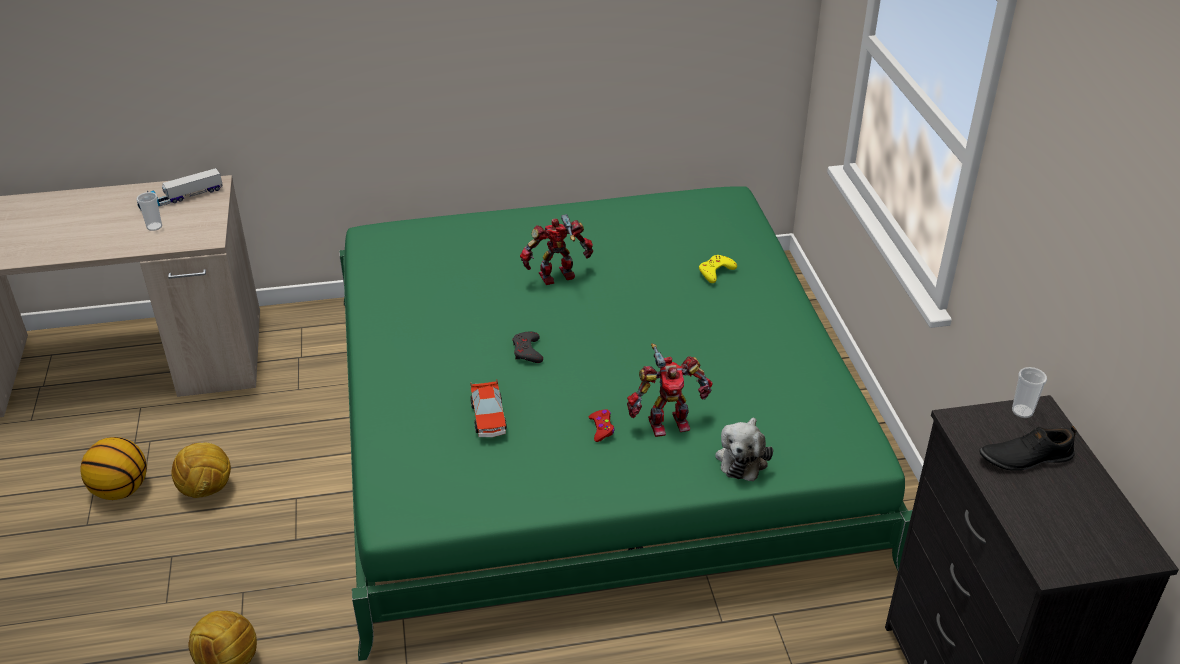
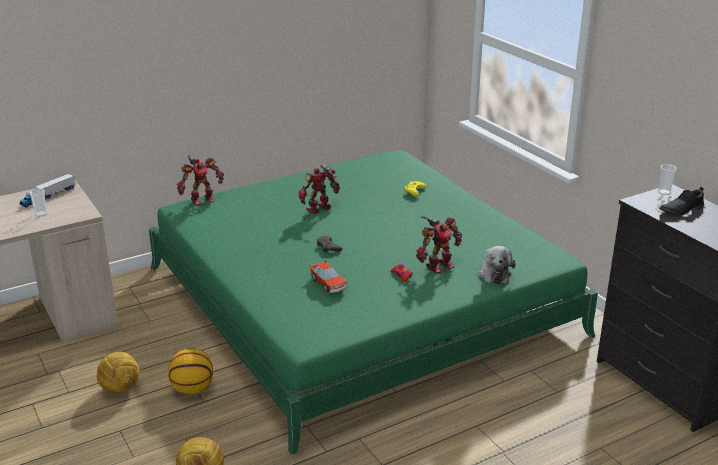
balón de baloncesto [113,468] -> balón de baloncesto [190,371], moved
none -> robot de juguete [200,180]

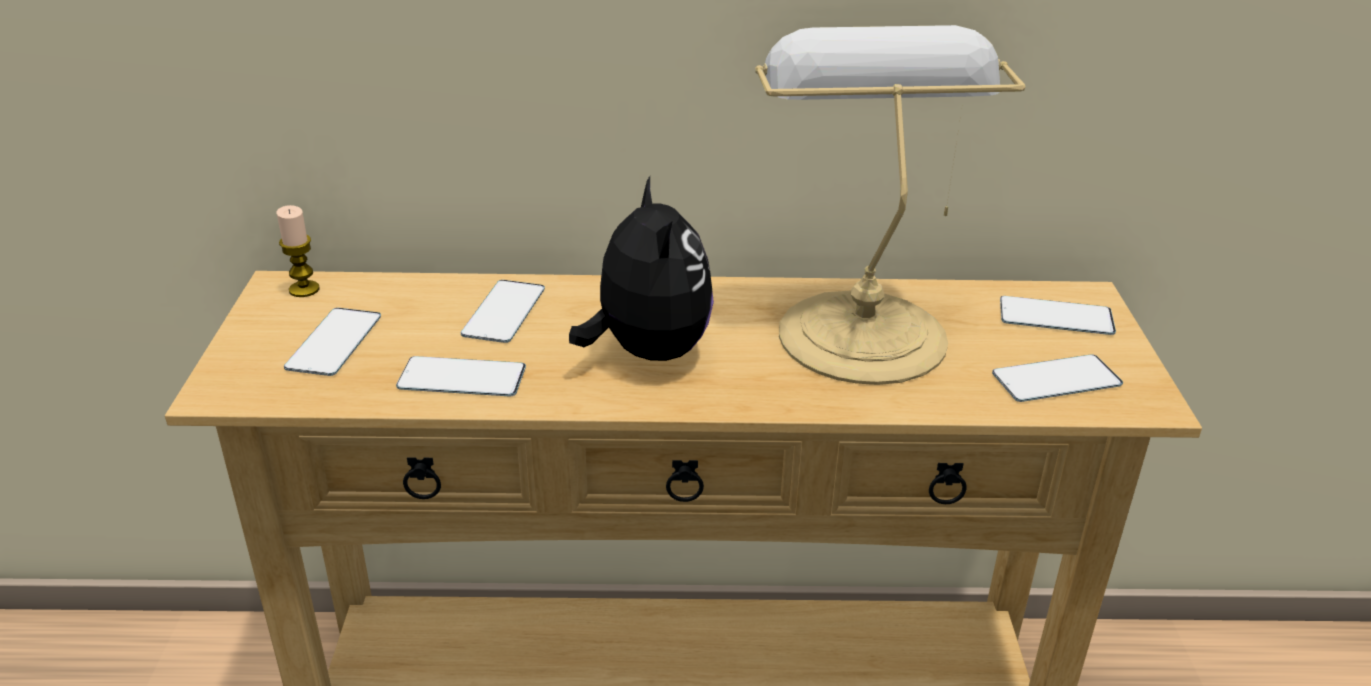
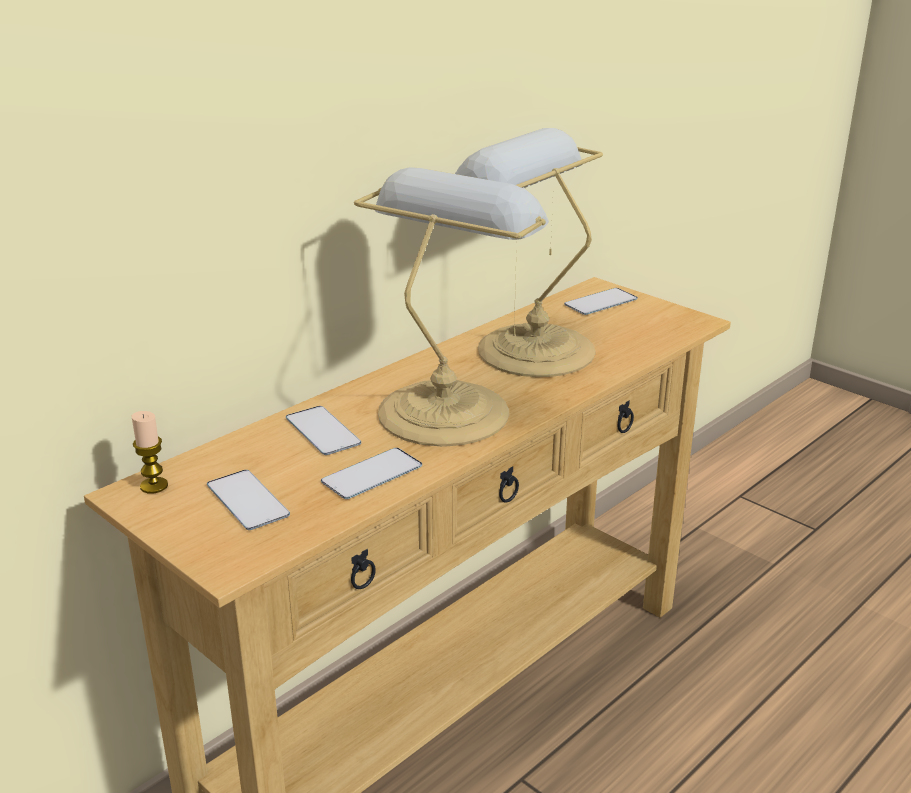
peluche [641,268] -> lámpara de mesa [451,307]
móvil [1057,378] -> none

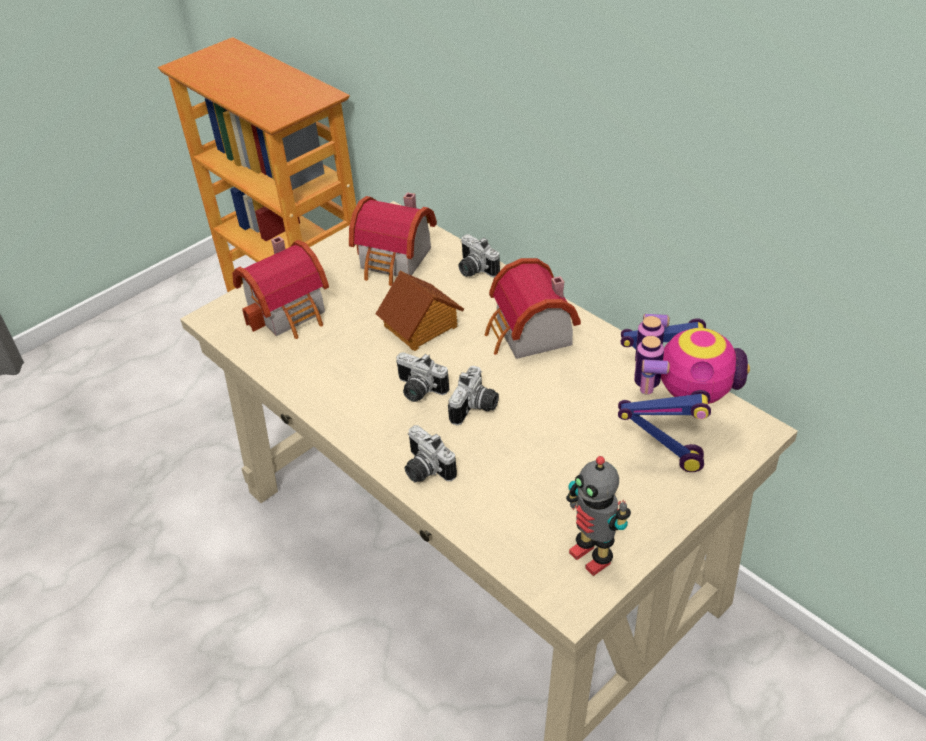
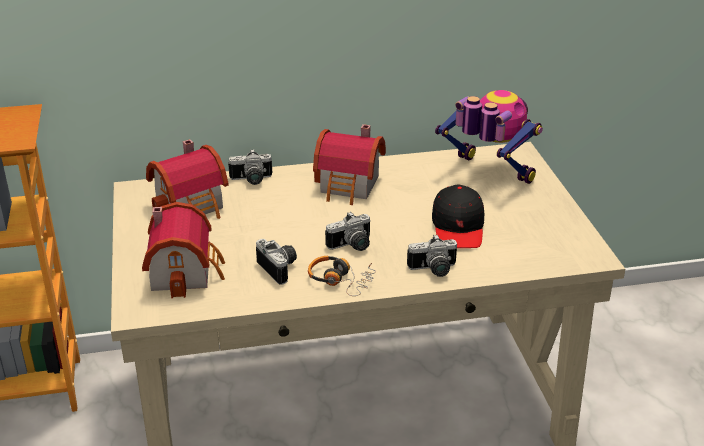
casita [420,311] -> none
cámara [473,395] -> cámara [276,262], moved
robot de juguete [598,516] -> none
none -> gorra [negro] [458,216]
none -> auriculares [342,276]

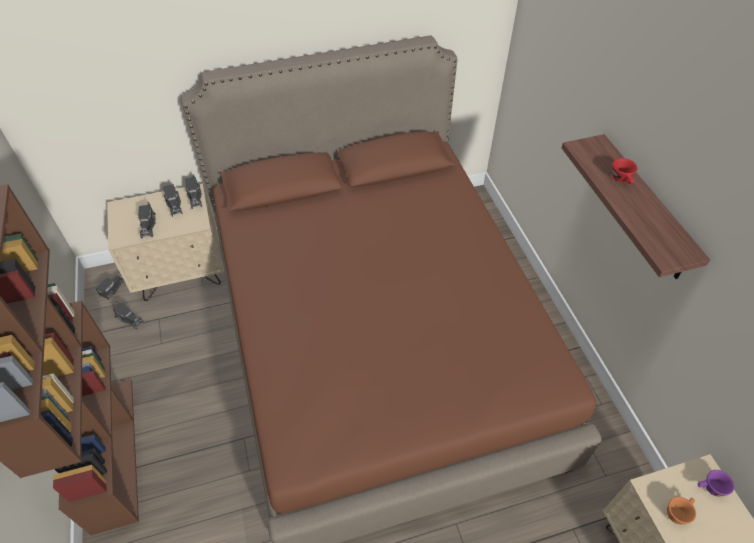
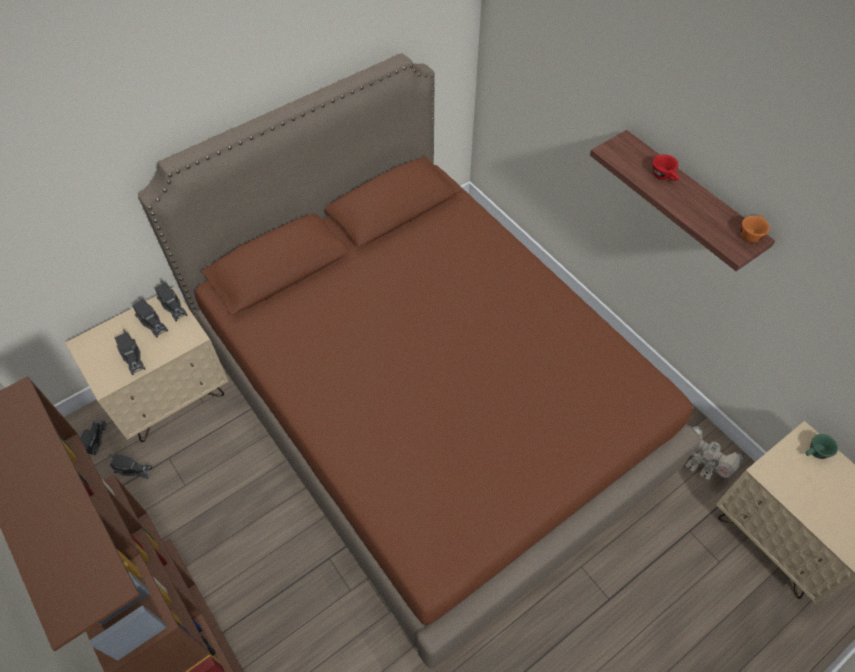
taza [morado] [716,483] -> taza [verde] [822,446]
taza [naranja] [681,510] -> taza [naranja] [755,229], moved
none -> robot de juguete [714,453]

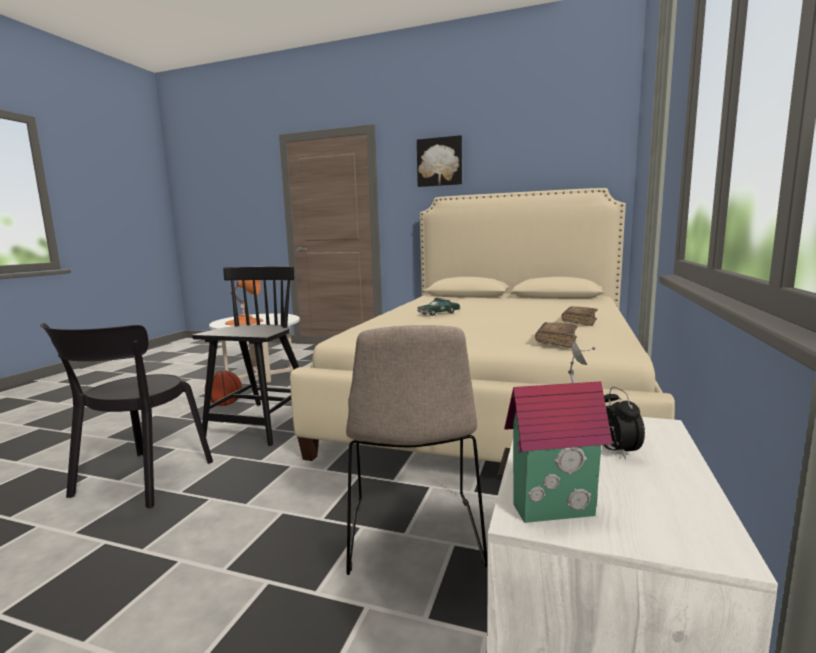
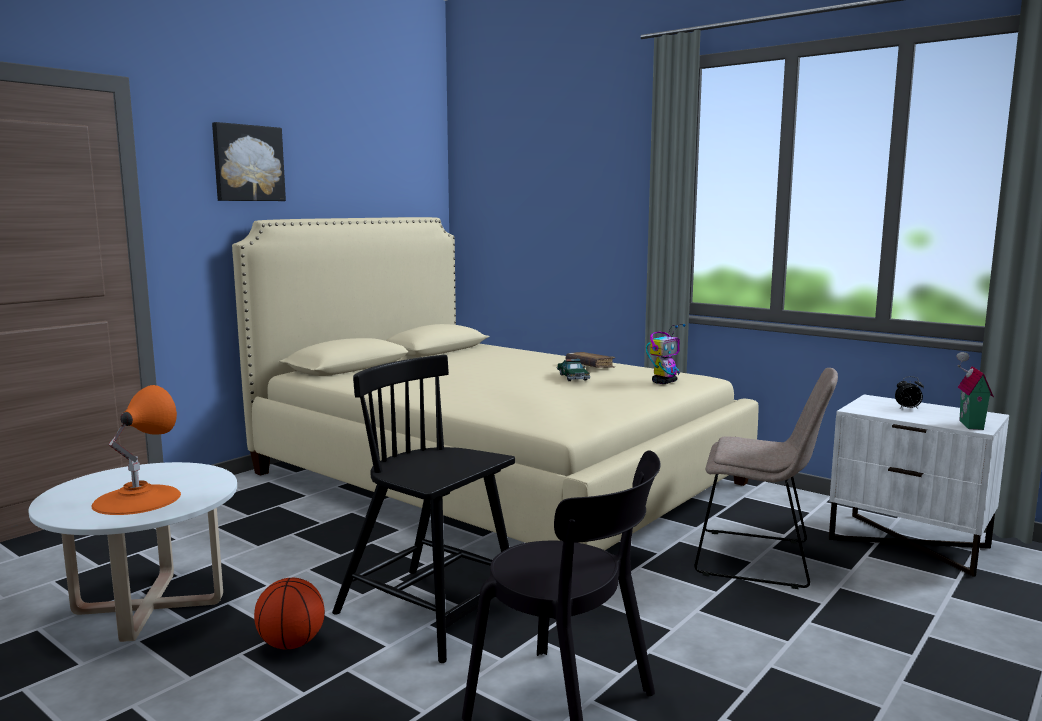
coche de juguete [439,307] -> coche de juguete [574,370], moved
libro [marrón] [556,335] -> robot de juguete [666,354]

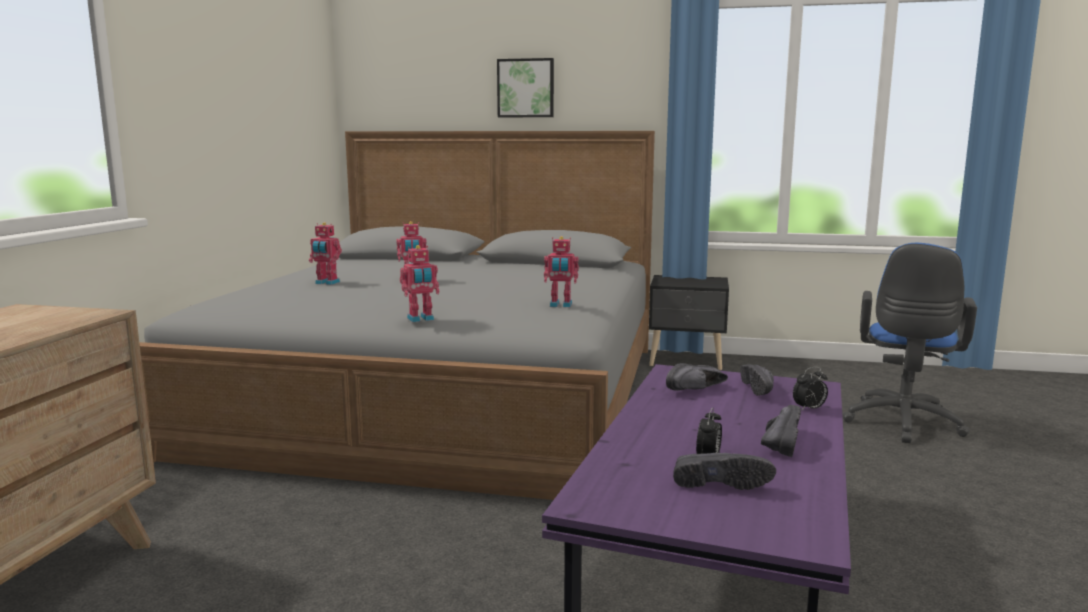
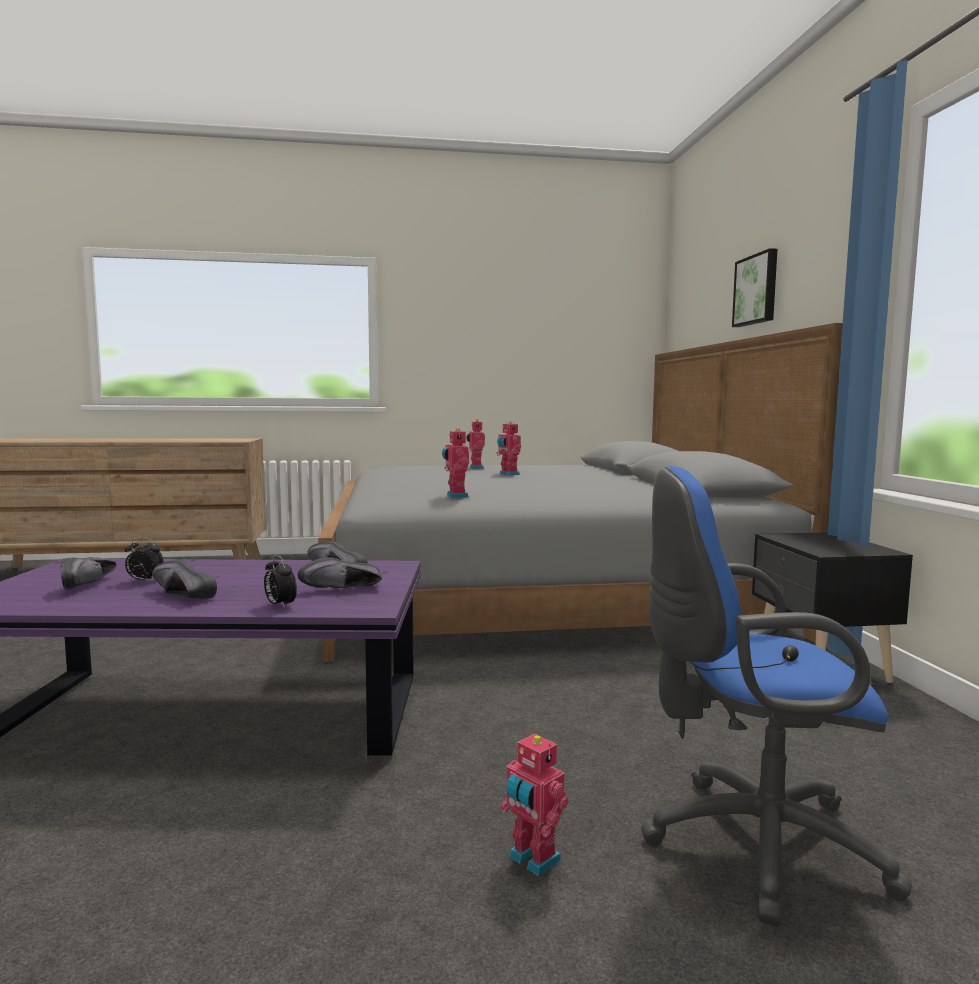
robot de juguete [419,283] -> robot de juguete [534,804], moved
zapato [negro] [781,431] -> zapato [negro] [184,579], 150 degrees counterclockwise

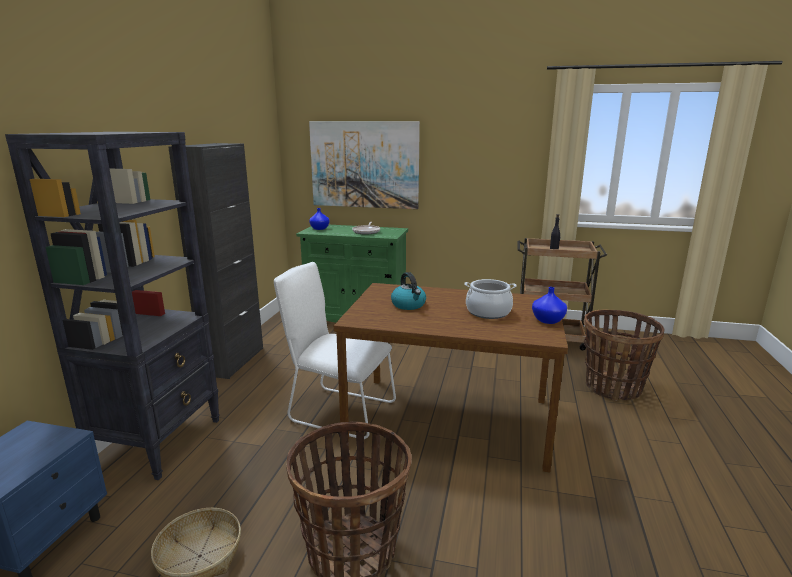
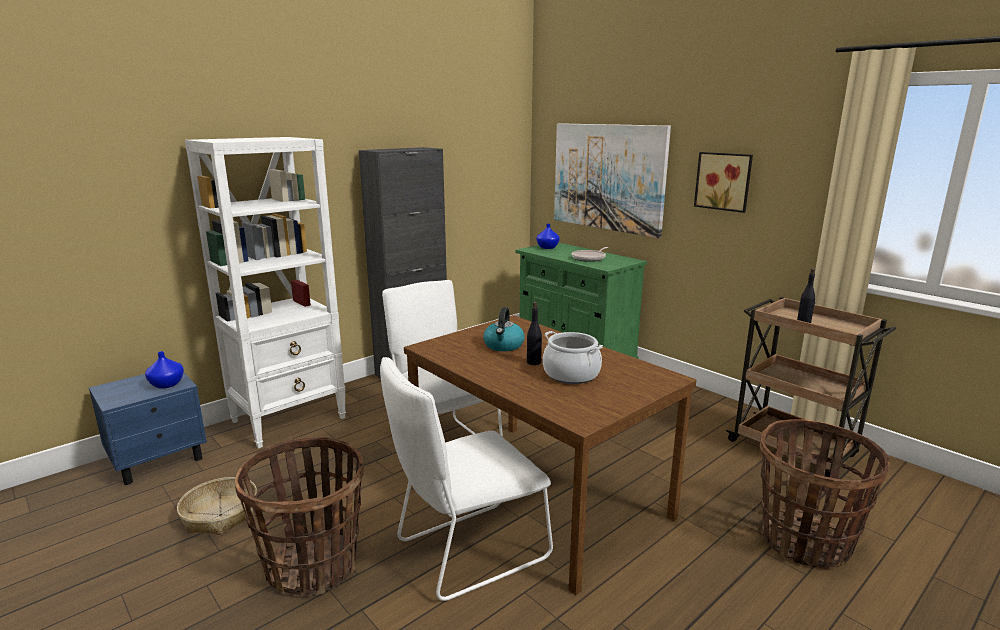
estantería [negro] [112,306] -> estantería [blanco] [265,292]
florero [azul] [549,305] -> florero [azul] [164,370], moved
none -> cuadro [723,182]
none -> botella [negro] [534,333]
none -> silla [blanco] [466,479]

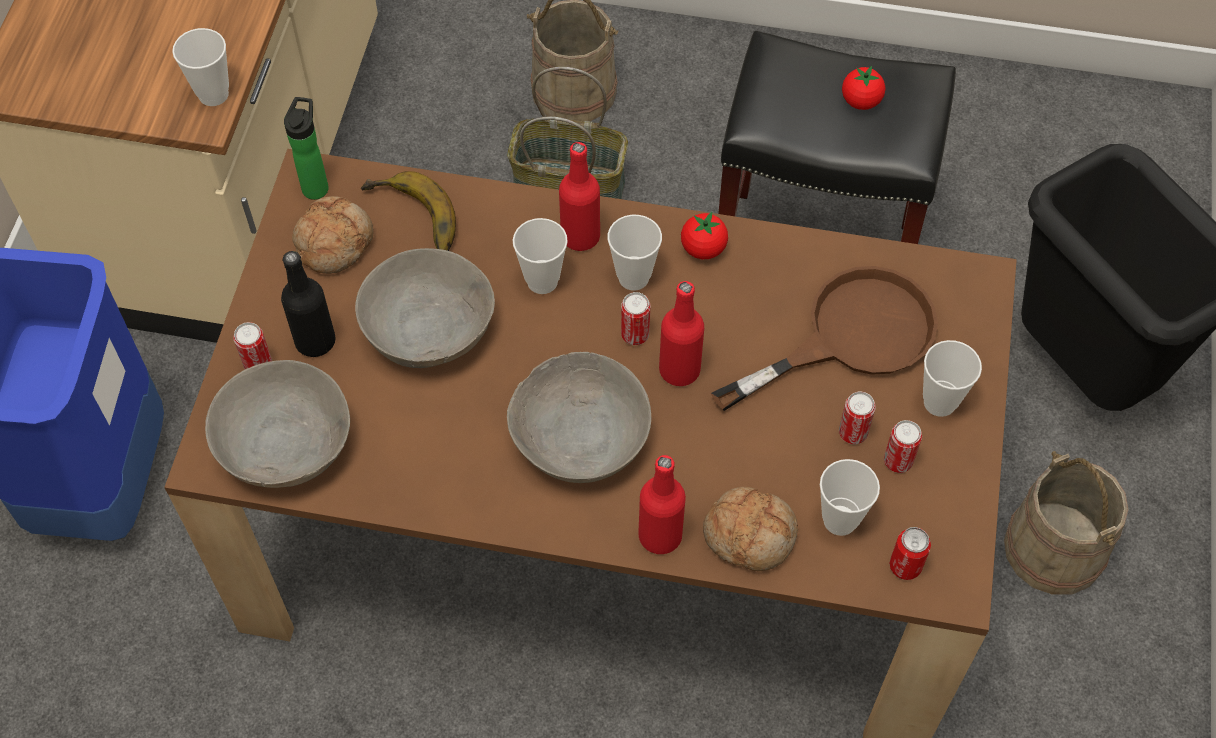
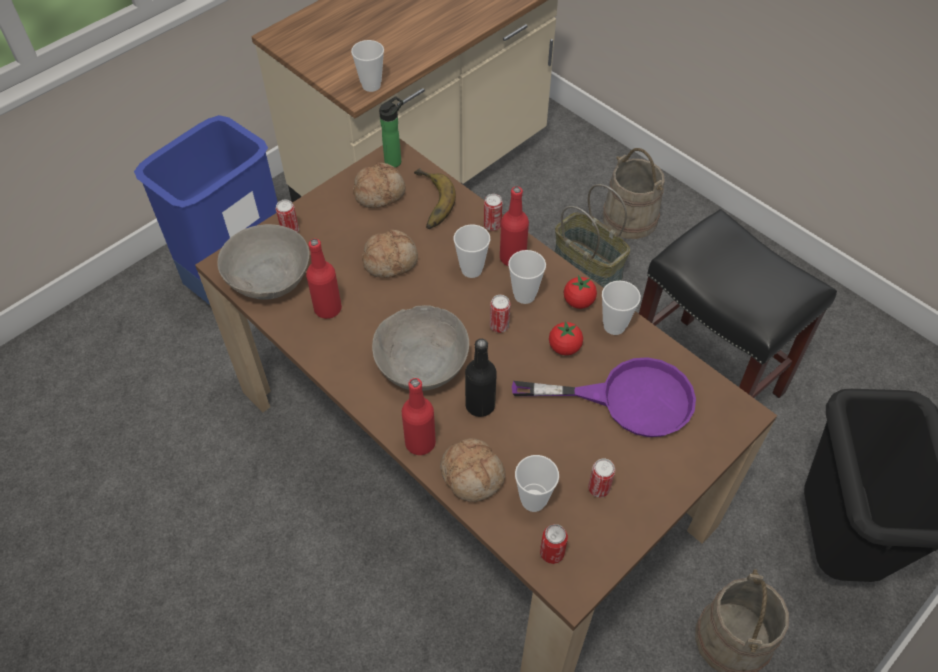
tomate [864,88] -> tomate [566,338], moved
cuenco [gris] [425,308] -> pan [390,254]
botella [negro] [308,304] -> botella [negro] [481,378], moved
sartén [marrón] [824,338] -> sartén [morado] [604,397]
botella [rojo] [681,333] -> botella [rojo] [324,279], moved
taza [952,378] -> taza [621,308], moved
lata [857,418] -> lata [493,212], moved

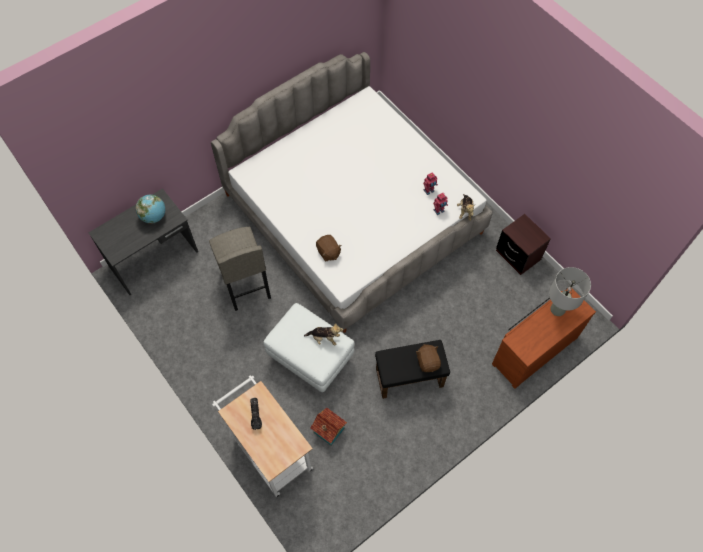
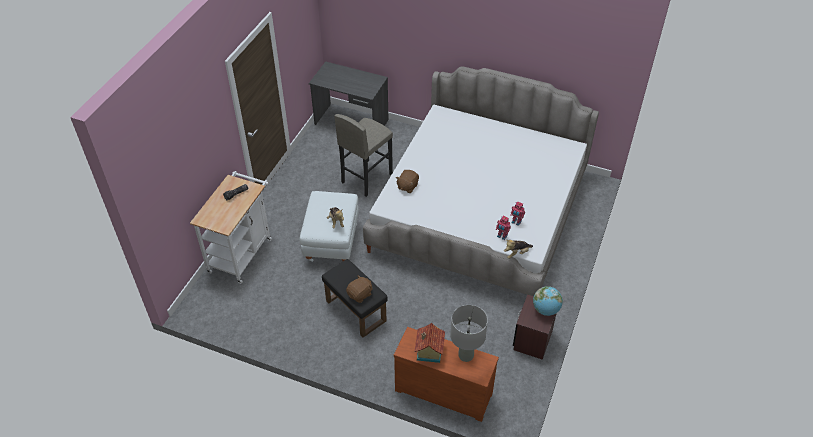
globo terráqueo [150,209] -> globo terráqueo [548,301], moved
casita [328,426] -> casita [430,343], moved

